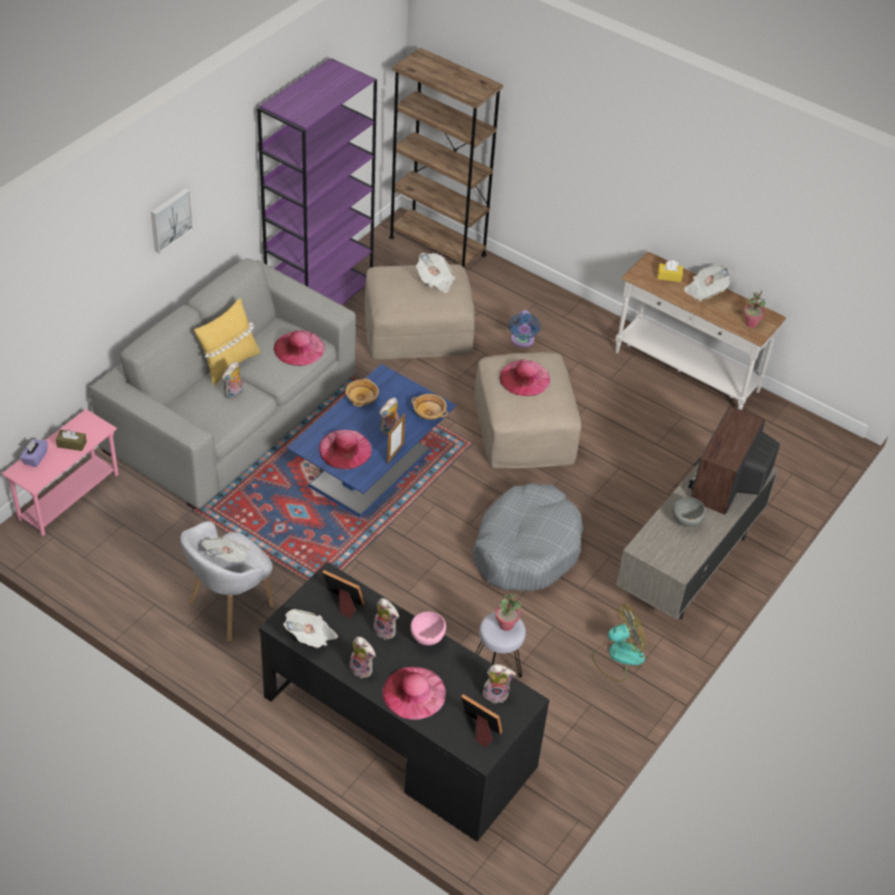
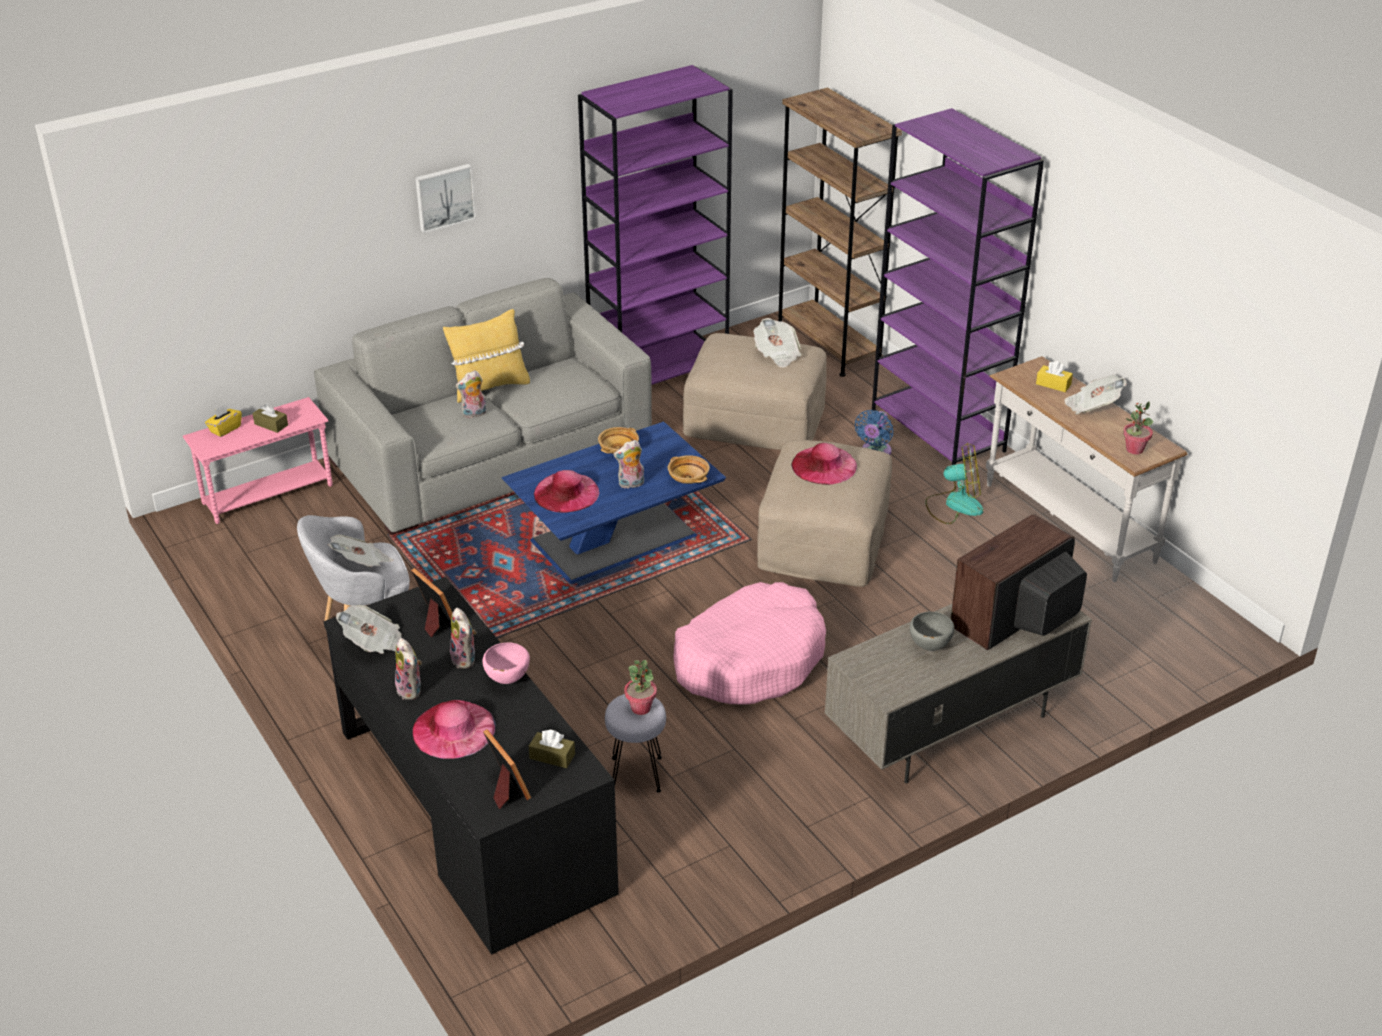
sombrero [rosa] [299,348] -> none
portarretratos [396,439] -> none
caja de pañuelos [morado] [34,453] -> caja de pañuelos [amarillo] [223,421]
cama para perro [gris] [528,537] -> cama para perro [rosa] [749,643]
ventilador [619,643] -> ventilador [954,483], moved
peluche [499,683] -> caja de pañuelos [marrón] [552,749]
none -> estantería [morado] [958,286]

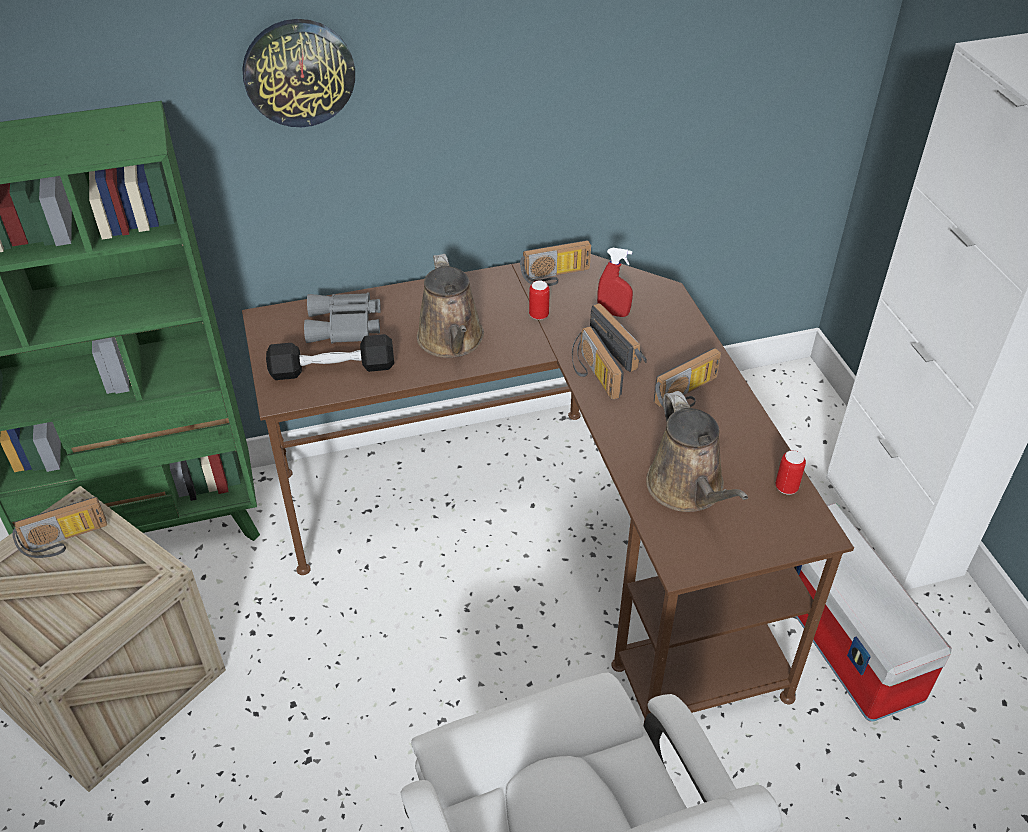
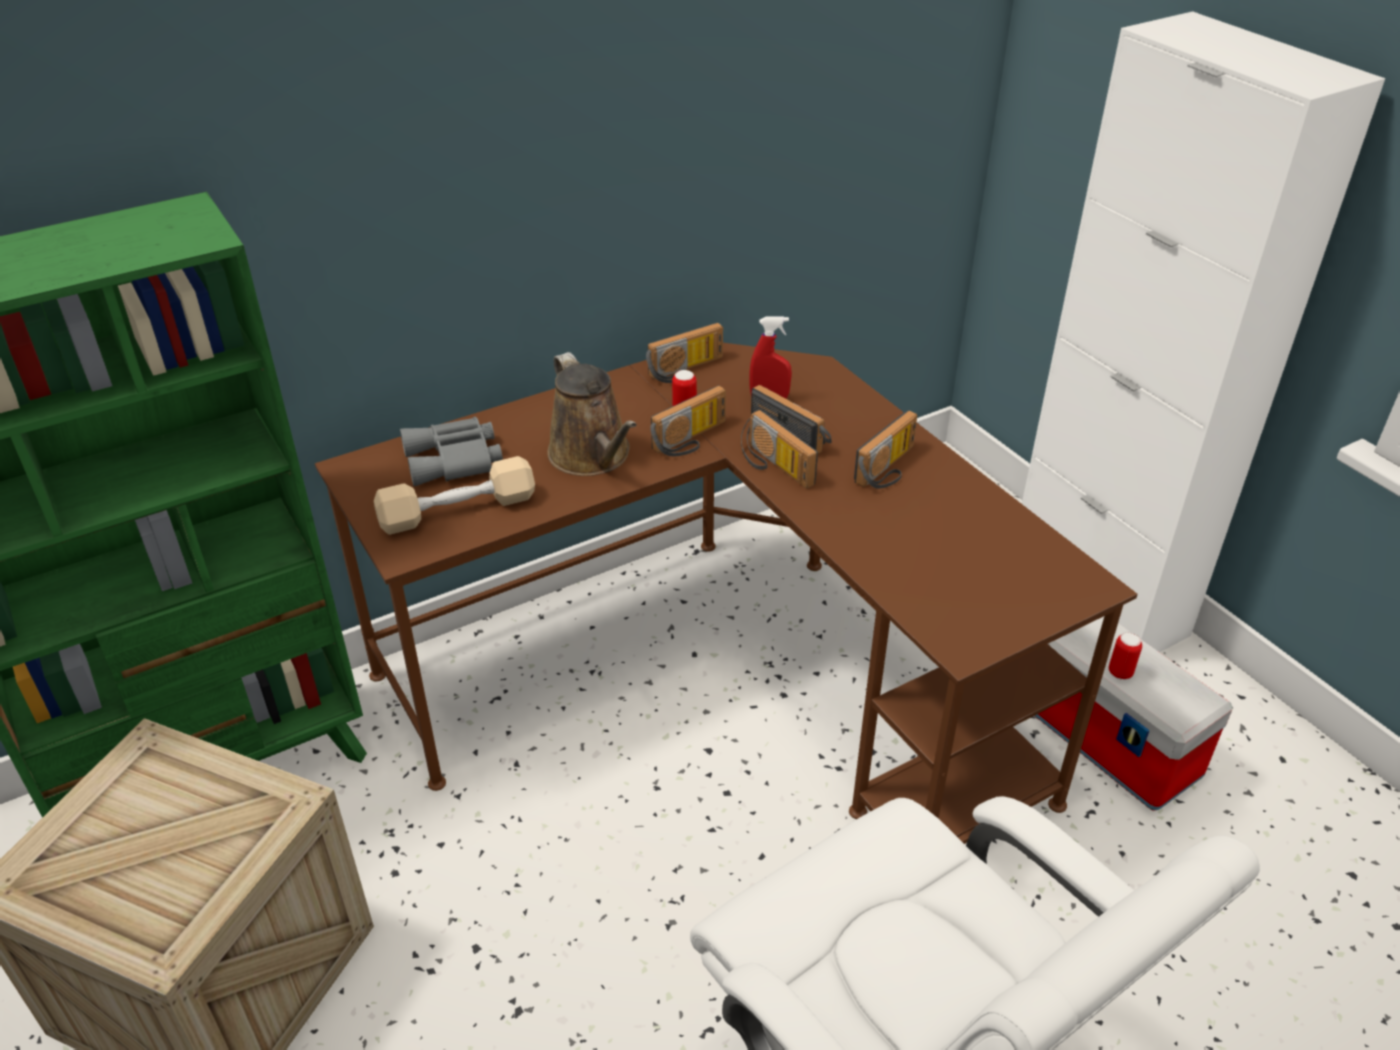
reloj de pared [298,73] -> none
mancuerna [negro] [330,357] -> mancuerna [beis] [454,495]
regadera [marrón] [697,451] -> none
lata [790,472] -> lata [1125,656], moved
radio [59,527] -> radio [688,420], moved

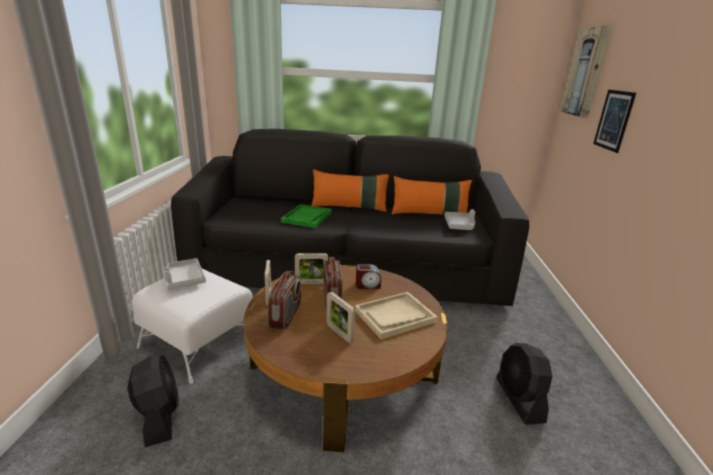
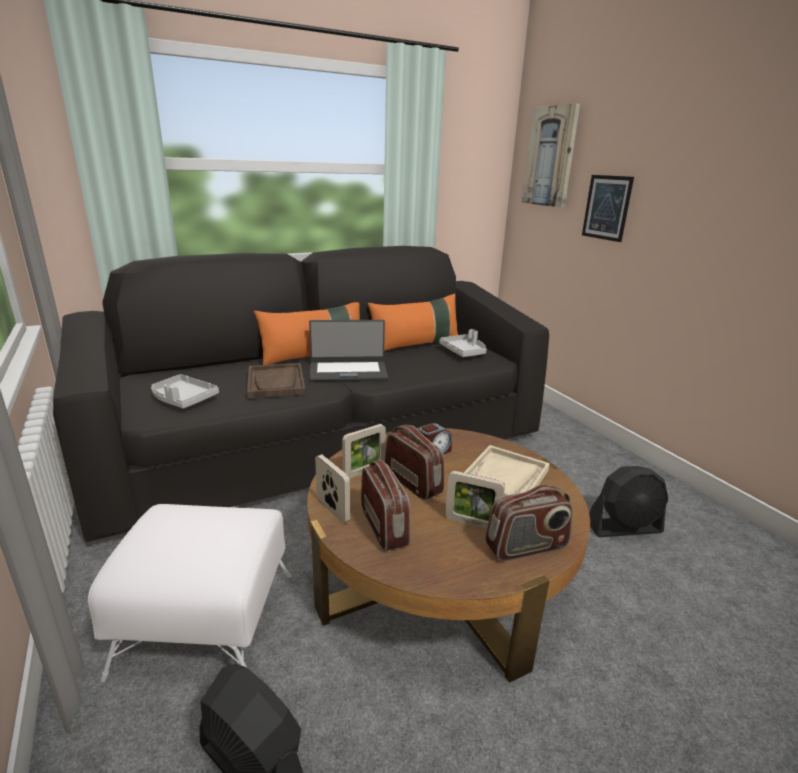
bandeja [verde] [306,216] -> bandeja [marrón] [276,381]
bandeja [gris] [184,274] -> bandeja [gris] [185,391], moved
ventilador [negro] [524,384] -> ventilador [negro] [628,501], 60 degrees counterclockwise
none -> portátil [348,351]
none -> radio [529,523]

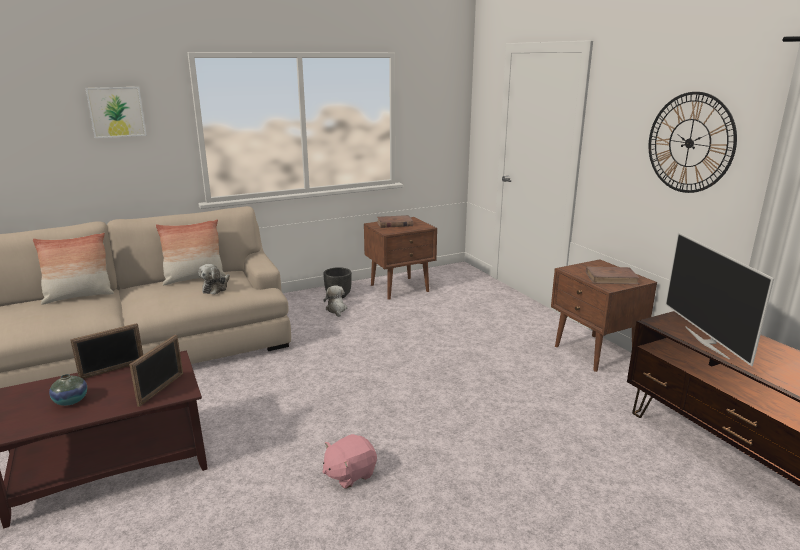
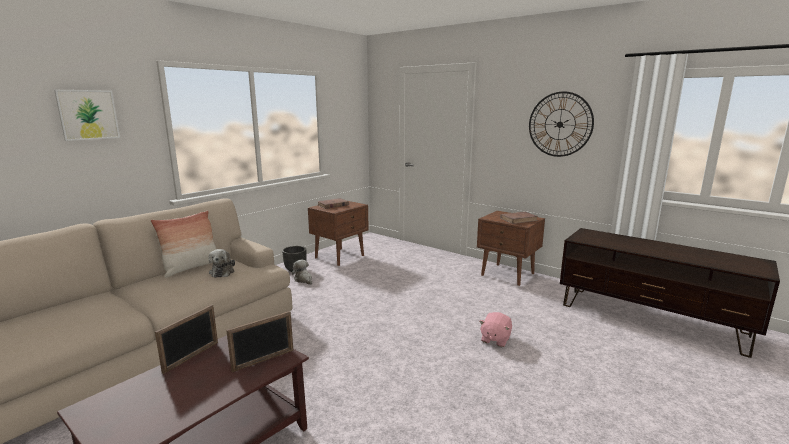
televisor [719,299] -> none
cojín [73,269] -> none
portarretratos [156,371] -> portarretratos [259,341], 60 degrees clockwise
florero [68,390] -> none
peluche [rosa] [350,461] -> peluche [rosa] [495,329], moved

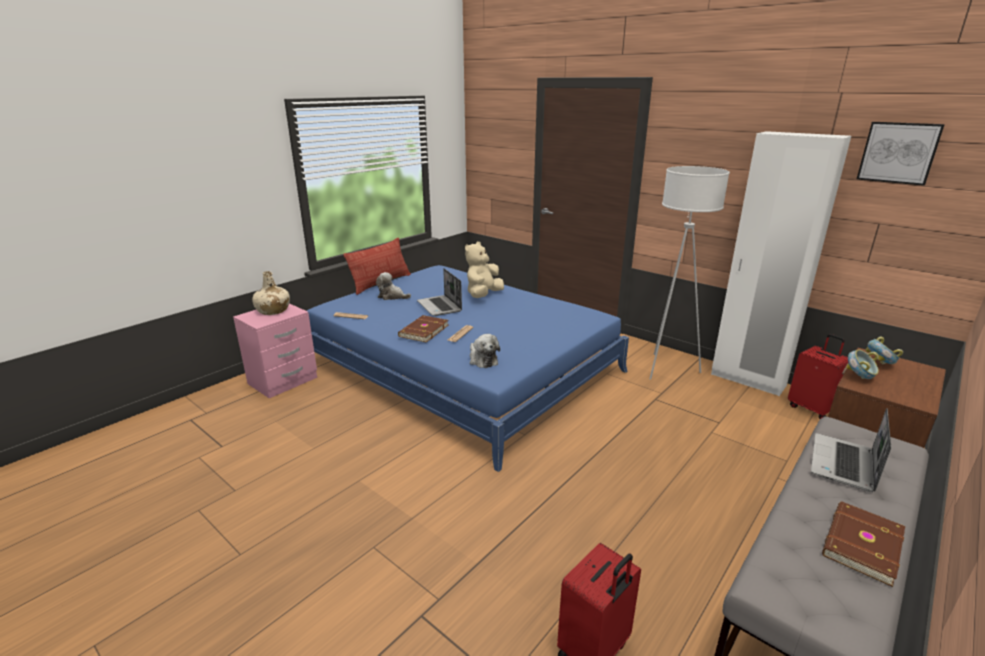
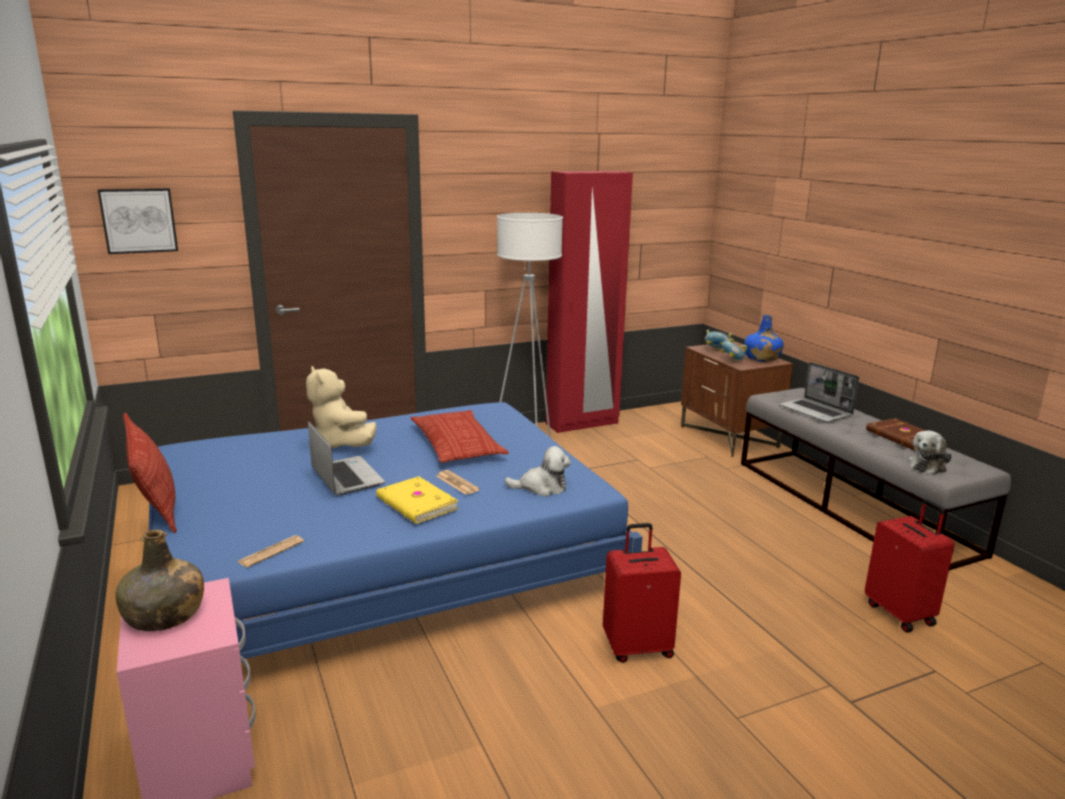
cuadro [901,154] -> cuadro [138,221], moved
armario ropero [blanco] [781,263] -> armario ropero [rojo] [589,302]
portátil [439,292] -> portátil [346,458], 120 degrees counterclockwise
botella [beis] [271,293] -> botella [verde] [159,580]
peluche [393,286] -> peluche [929,453], moved
libro [marrón] [423,329] -> libro [amarillo] [417,500]
maleta [rojo] [818,376] -> maleta [rojo] [642,593], moved
none -> botella [azul] [764,338]
none -> cojín [460,436]

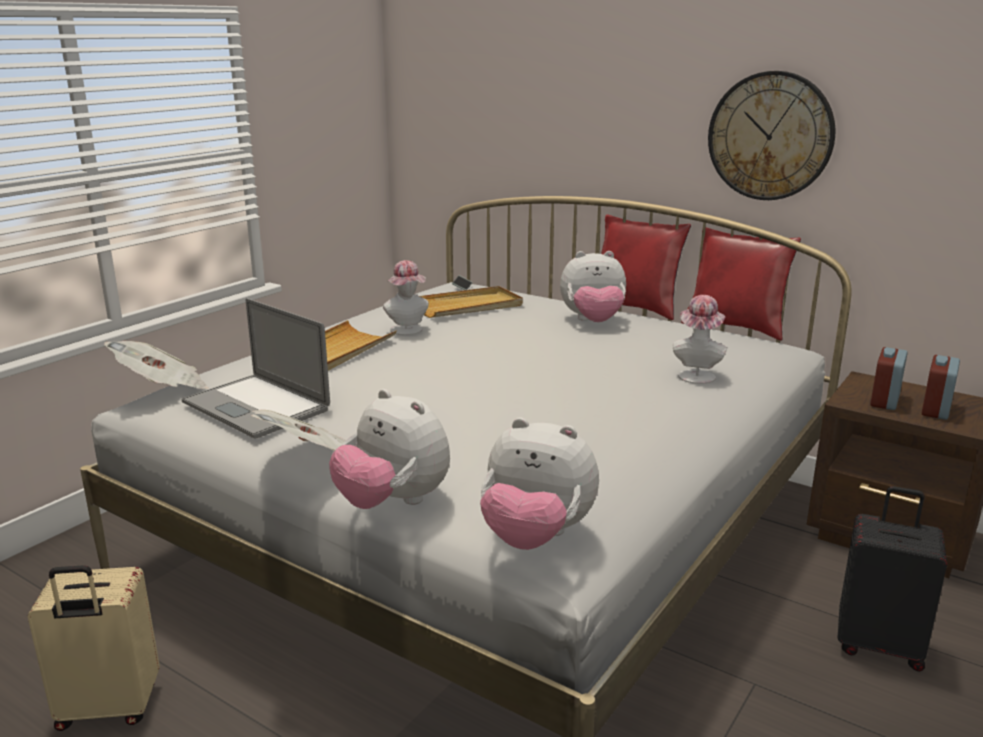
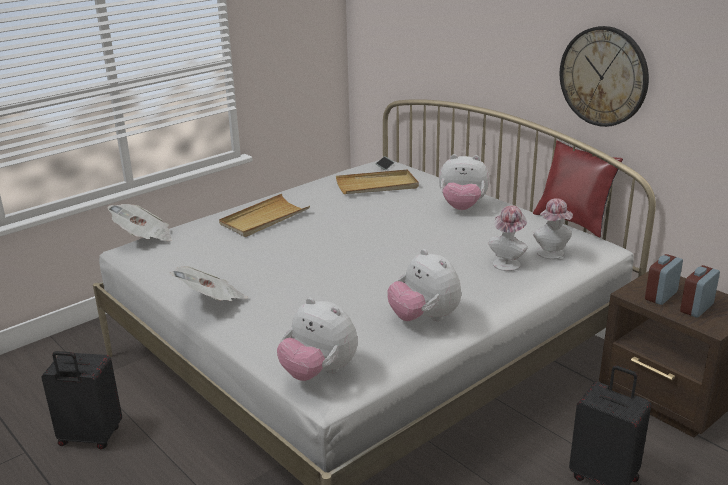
cojín [rojo] [646,267] -> none
sombrero [406,297] -> sombrero [553,228], moved
portátil [256,368] -> none
peluche [389,449] -> peluche [424,285], moved
maleta [beis] [94,648] -> maleta [negro] [81,400]

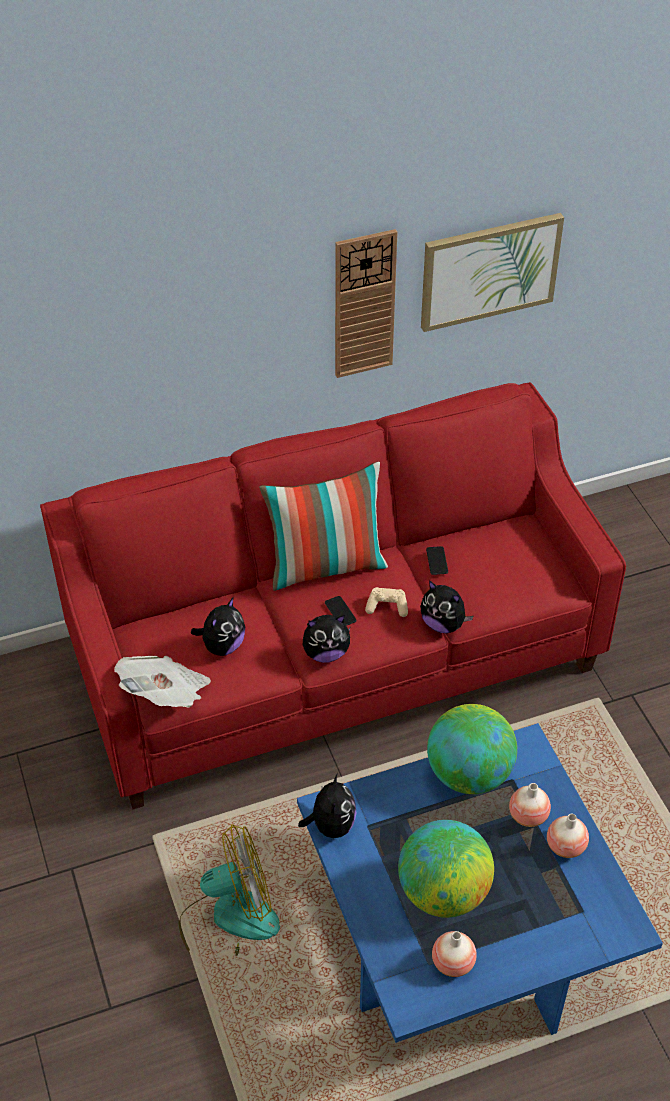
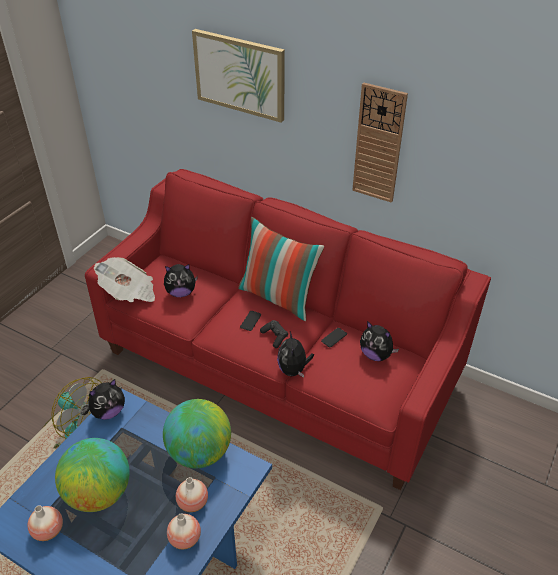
cuadro [492,272] -> cuadro [238,76], moved
mando de consola [beis] [386,602] -> mando de consola [negro] [274,334]
peluche [326,639] -> peluche [379,341], moved

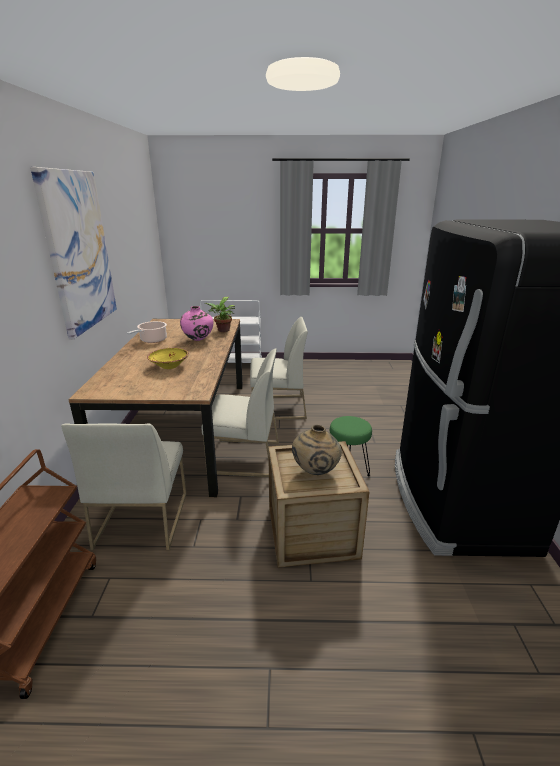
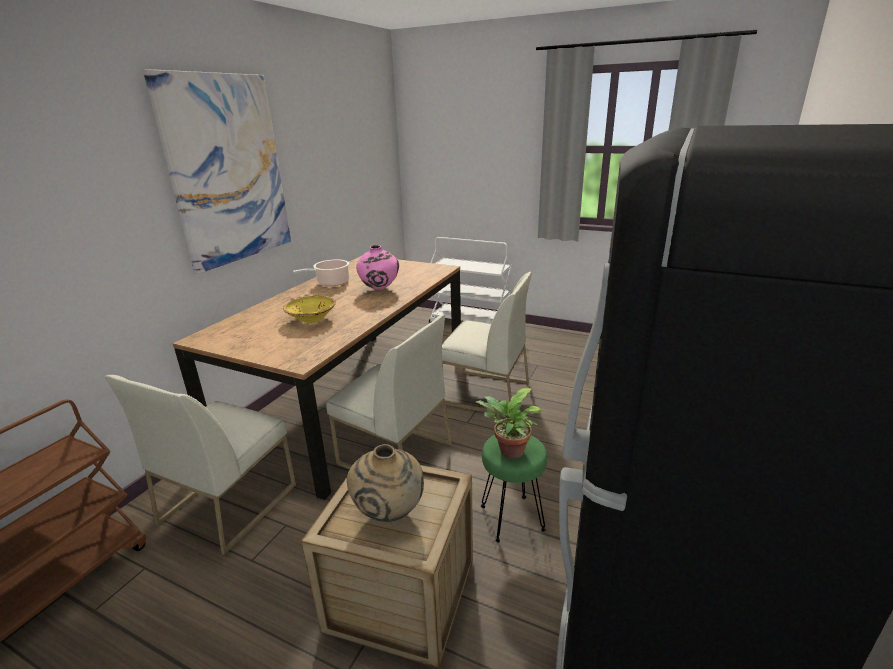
planta en maceta [219,314] -> planta en maceta [507,423], moved

